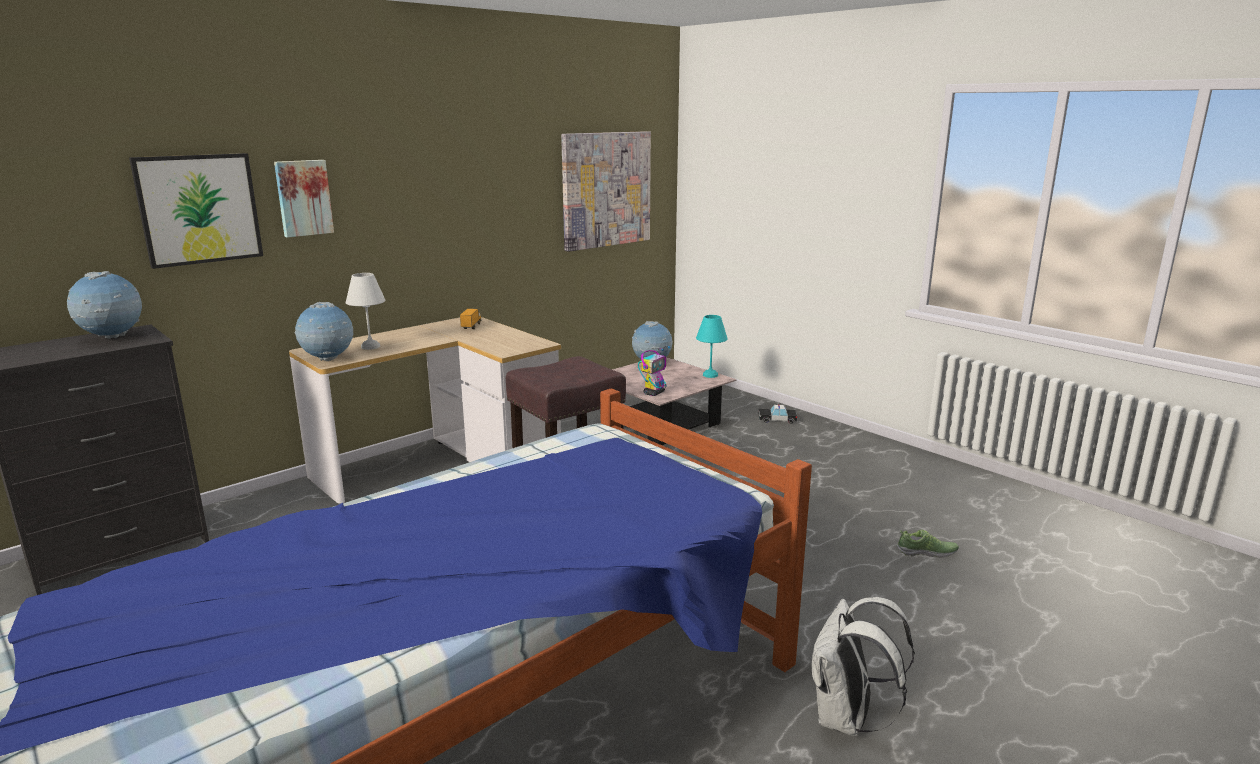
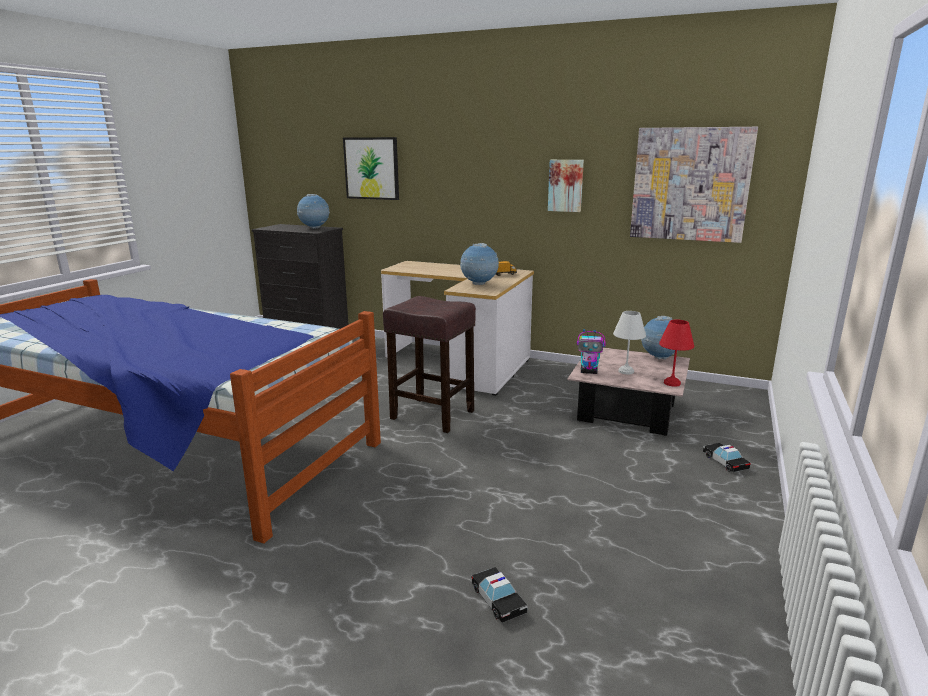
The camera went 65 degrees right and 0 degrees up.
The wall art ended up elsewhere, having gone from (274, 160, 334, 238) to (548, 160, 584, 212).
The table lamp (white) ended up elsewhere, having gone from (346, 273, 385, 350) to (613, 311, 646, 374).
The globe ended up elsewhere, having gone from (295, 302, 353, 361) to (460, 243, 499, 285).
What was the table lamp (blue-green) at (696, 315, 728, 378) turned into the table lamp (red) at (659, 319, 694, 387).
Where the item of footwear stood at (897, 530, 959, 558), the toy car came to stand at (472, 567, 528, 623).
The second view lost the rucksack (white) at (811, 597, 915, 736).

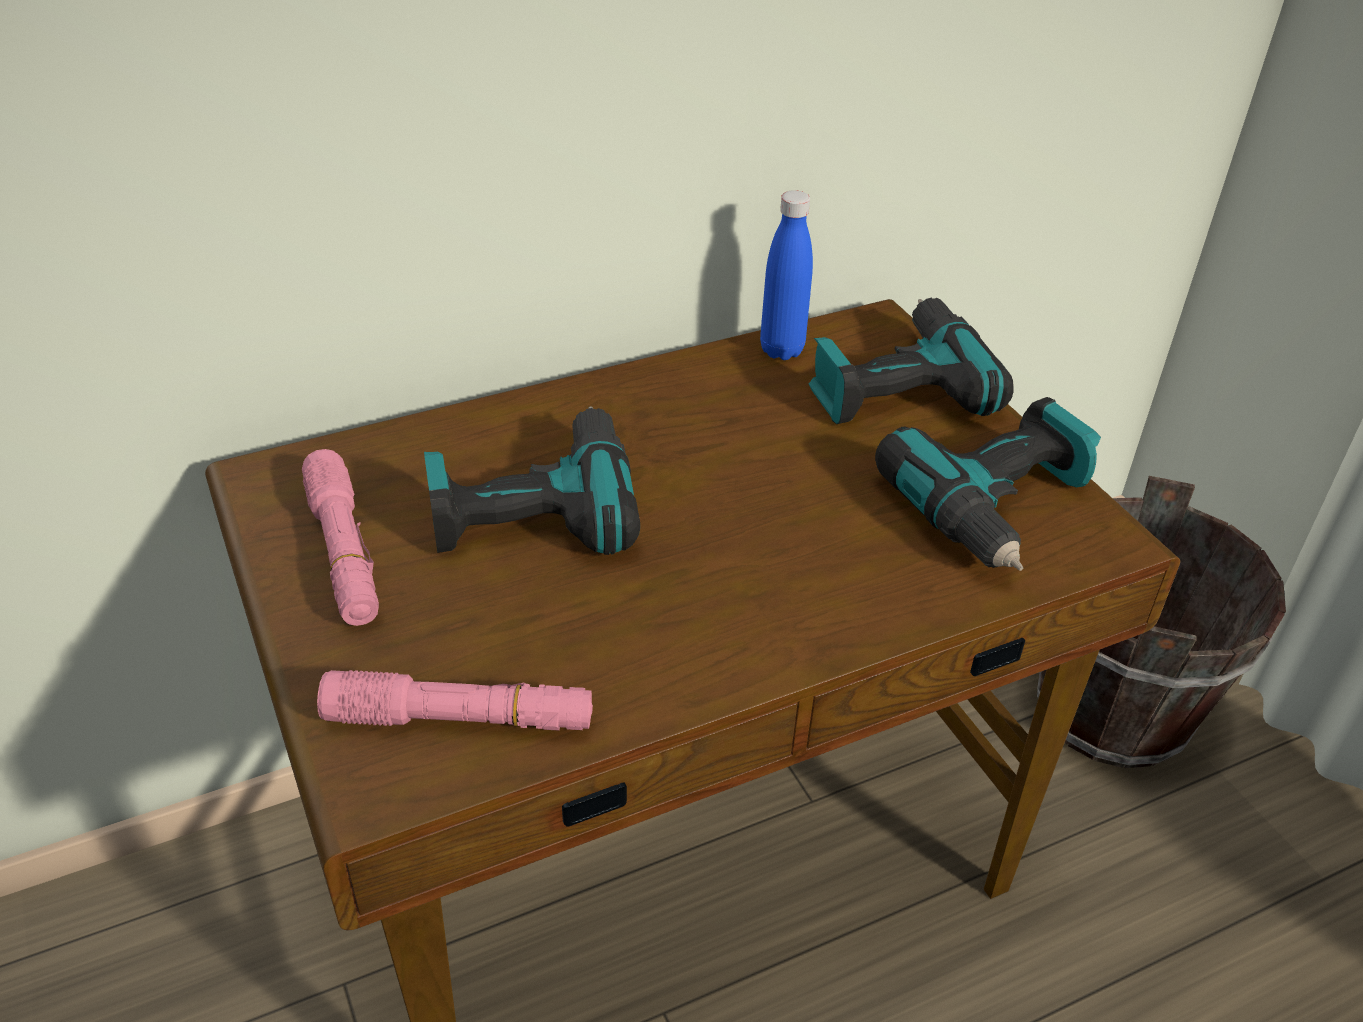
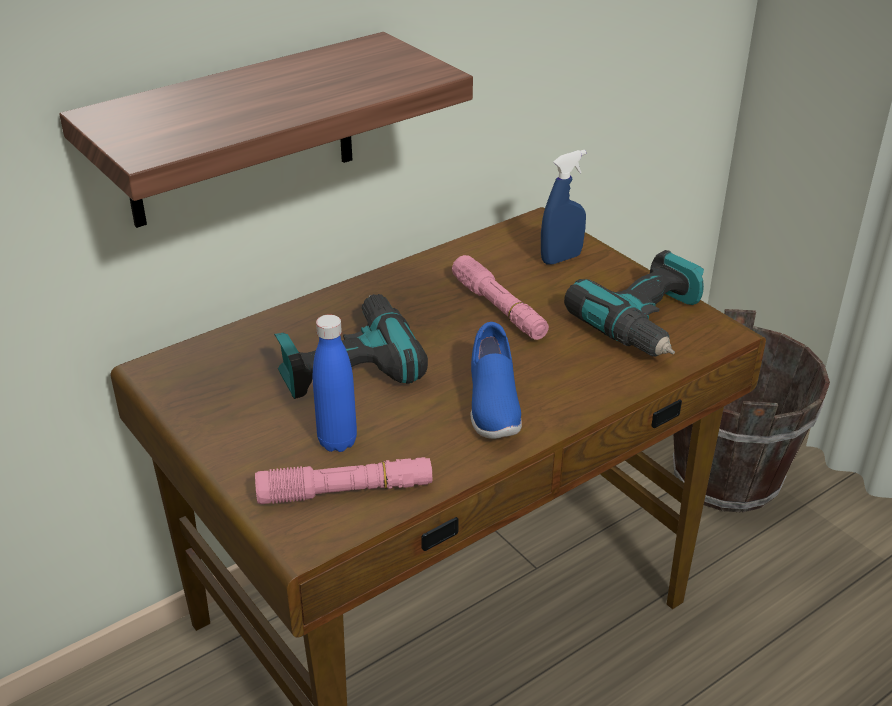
The camera went 10 degrees left and 5 degrees down.
The drink bottle (blue) ended up elsewhere, having gone from (760, 190, 813, 360) to (313, 314, 357, 452).
Where the drill stood at (809, 298, 1014, 424), the hand sprayer (blue) came to stand at (541, 150, 586, 265).
The flashlight (pinkish) ended up elsewhere, having gone from (302, 449, 379, 626) to (452, 255, 549, 340).
The second view gained the wall shelf at (59, 32, 473, 228).
The second view gained the item of footwear (blue) at (470, 322, 522, 439).

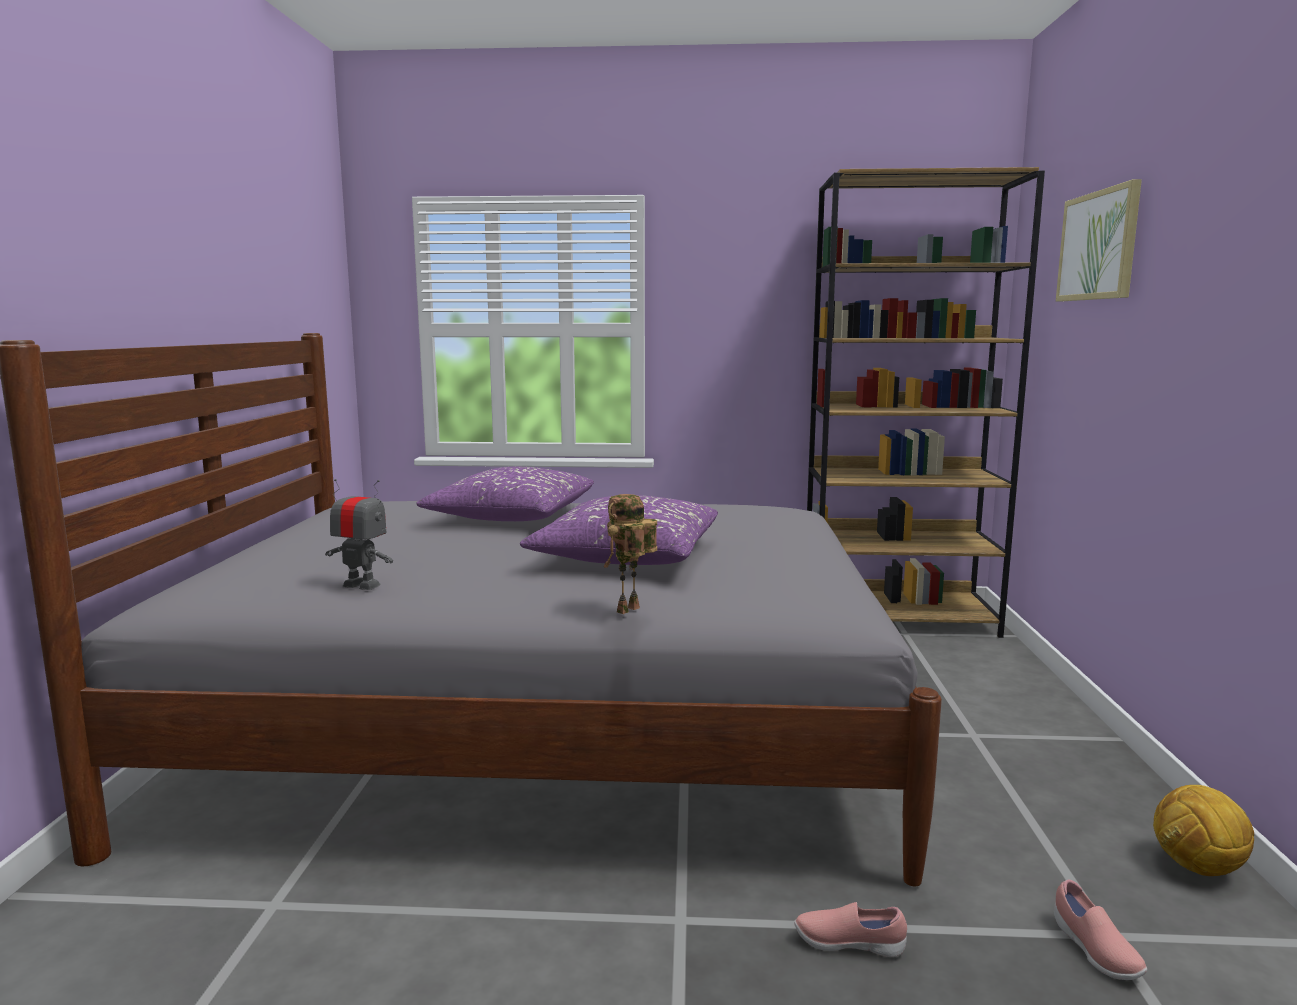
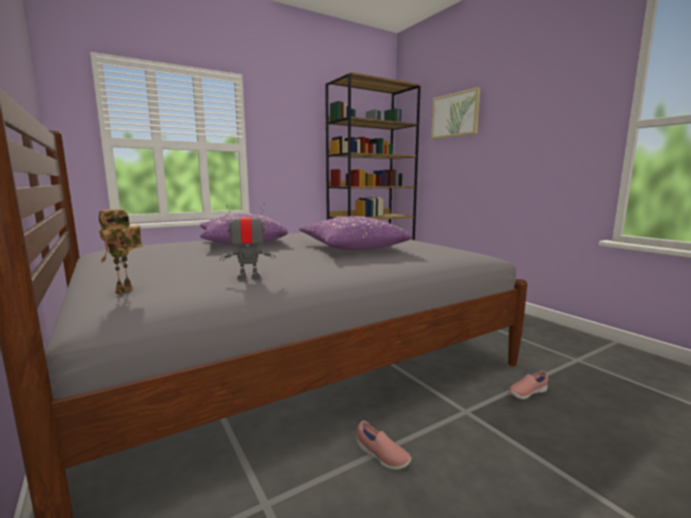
The camera went 35 degrees left and 0 degrees up.
The toy robot ended up elsewhere, having gone from (604, 494, 657, 614) to (99, 209, 143, 294).
The second view lost the football ball at (1153, 785, 1254, 876).
The item of footwear (pinkish) ended up elsewhere, having gone from (1054, 880, 1147, 980) to (356, 421, 411, 470).

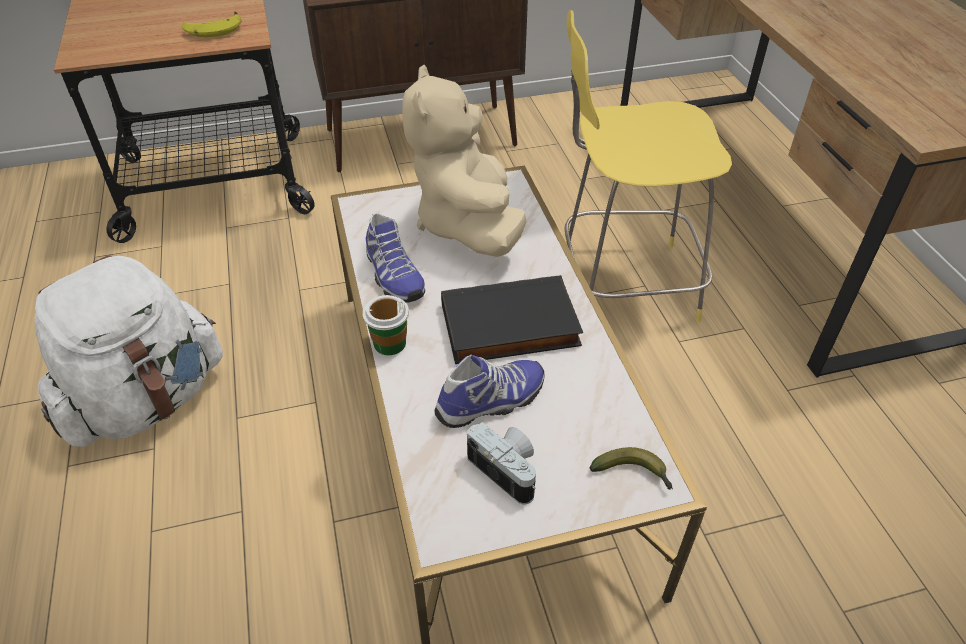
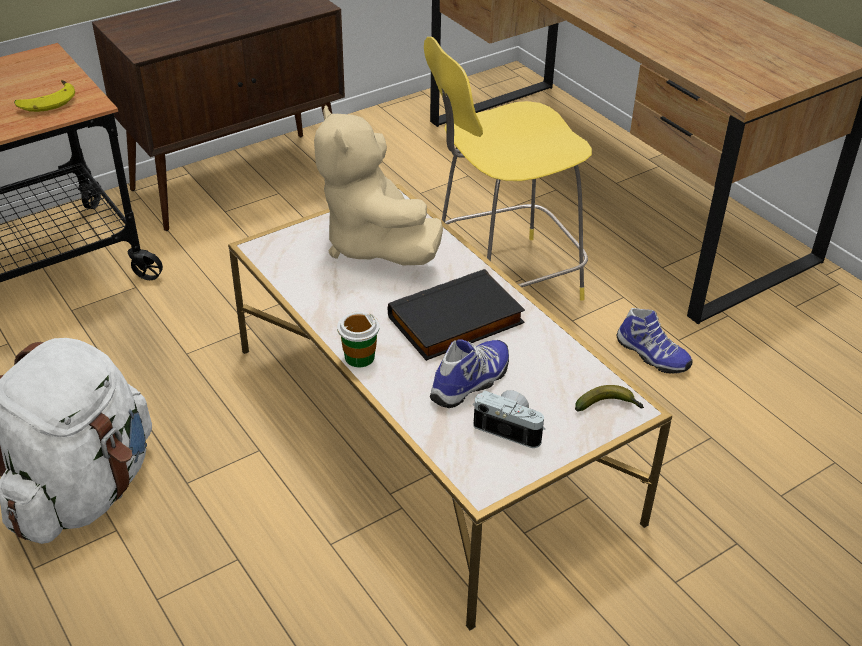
The camera went 20 degrees left and 5 degrees down.
The item of footwear ended up elsewhere, having gone from (366, 213, 425, 303) to (617, 308, 693, 374).

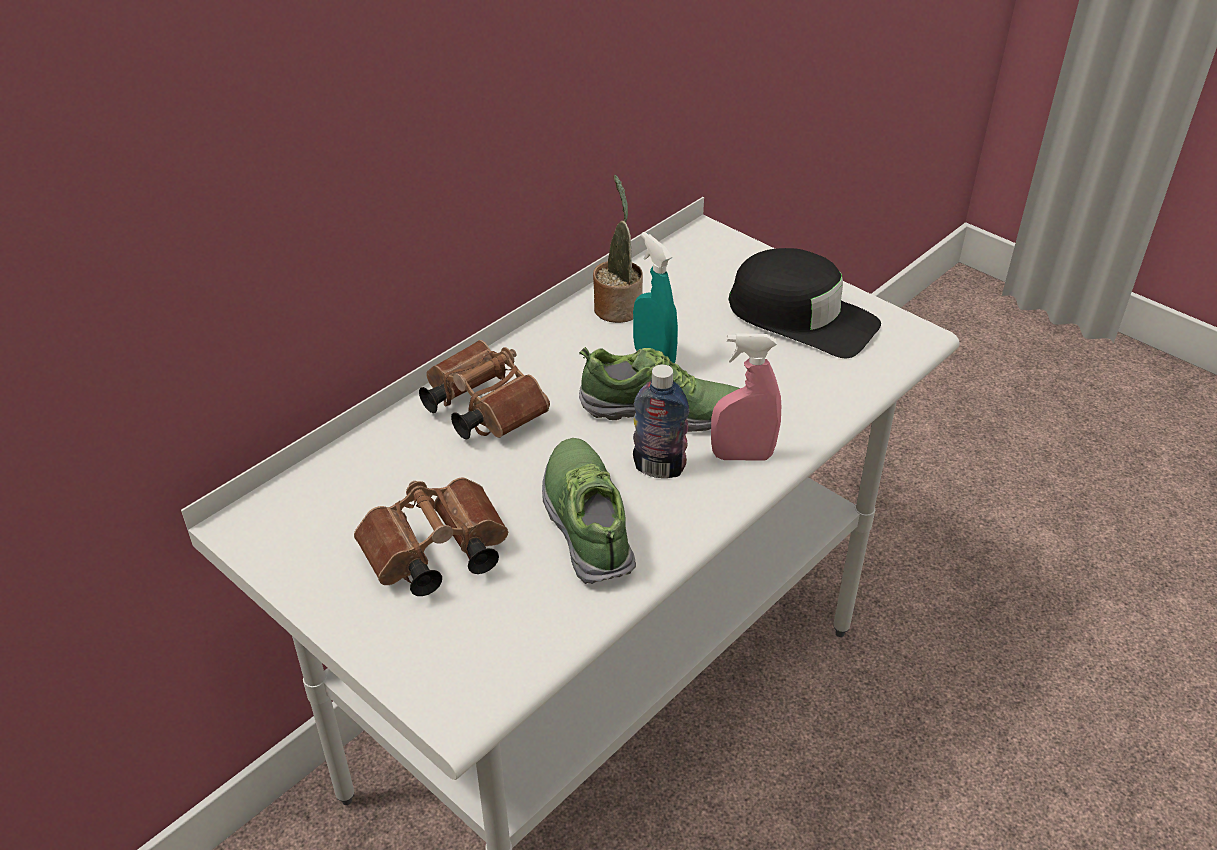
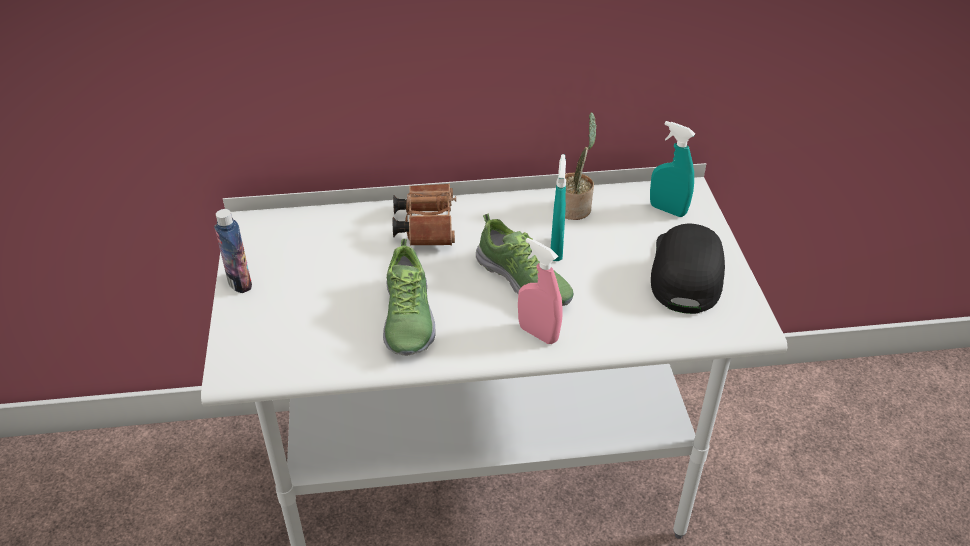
The camera went 40 degrees right and 0 degrees up.
The cap (blackish) at (728, 248, 881, 359) ended up facing another way, 150 degrees counterclockwise from before.
The drink bottle ended up elsewhere, having gone from (633, 364, 689, 478) to (214, 209, 252, 293).
The item of footwear at (542, 438, 636, 584) ended up facing another way, 150 degrees clockwise from before.
The second view lost the pair of binoculars (brownish) at (354, 477, 508, 596).
The second view gained the hand sprayer (blue-green) at (650, 121, 695, 217).

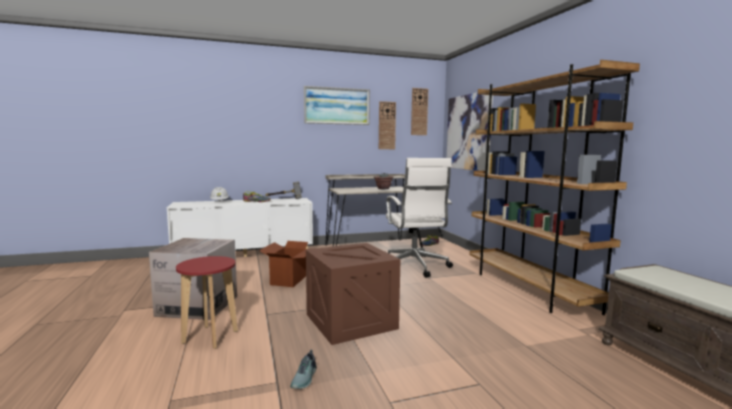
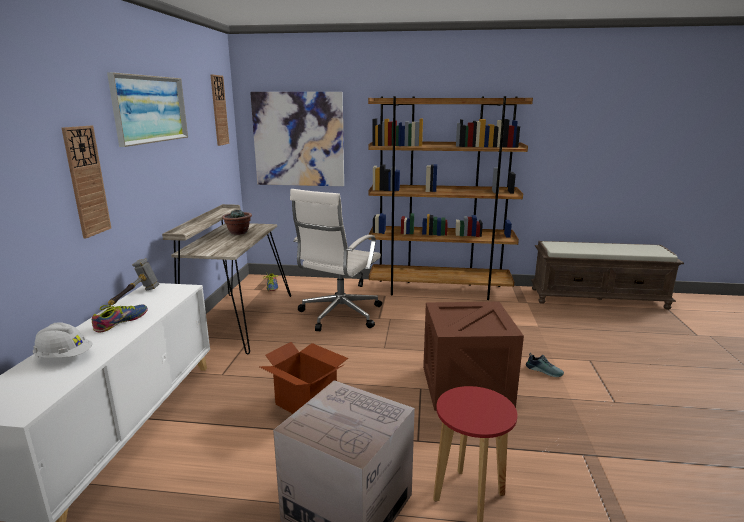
The camera went 65 degrees left and 10 degrees up.
The hanging clock ended up elsewhere, having gone from (379, 101, 396, 149) to (62, 126, 111, 238).
The desk chair (white) at (386, 158, 453, 278) ended up facing another way, 105 degrees clockwise from before.
The item of footwear ended up elsewhere, having gone from (290, 350, 317, 389) to (526, 353, 564, 377).

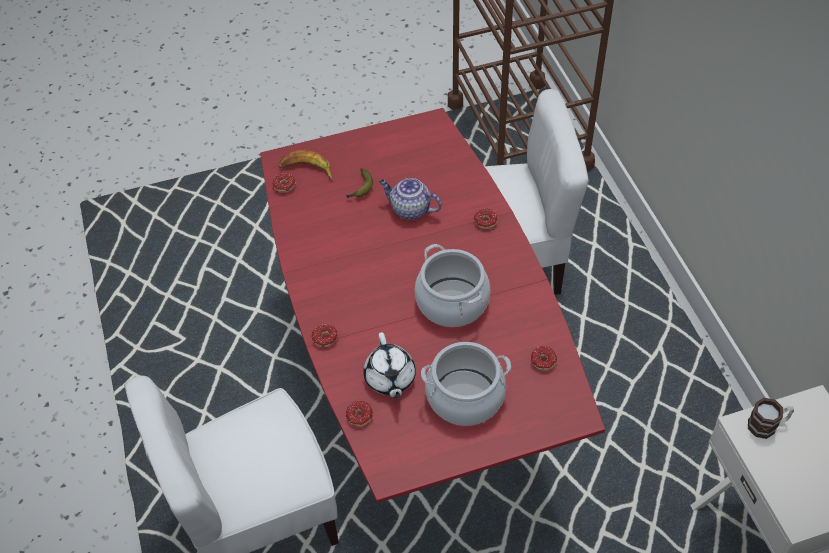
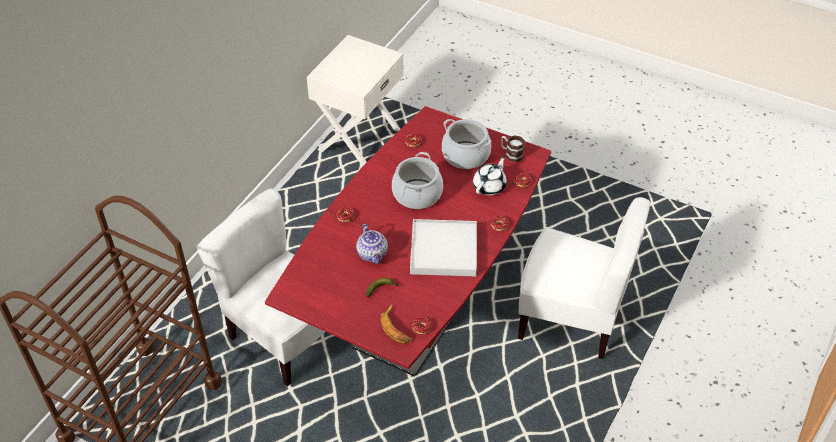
The camera went 135 degrees left and 5 degrees down.
The coffee mug ended up elsewhere, having gone from (748, 398, 794, 439) to (501, 135, 525, 162).
The second view gained the carrying tray (white) at (410, 219, 477, 276).

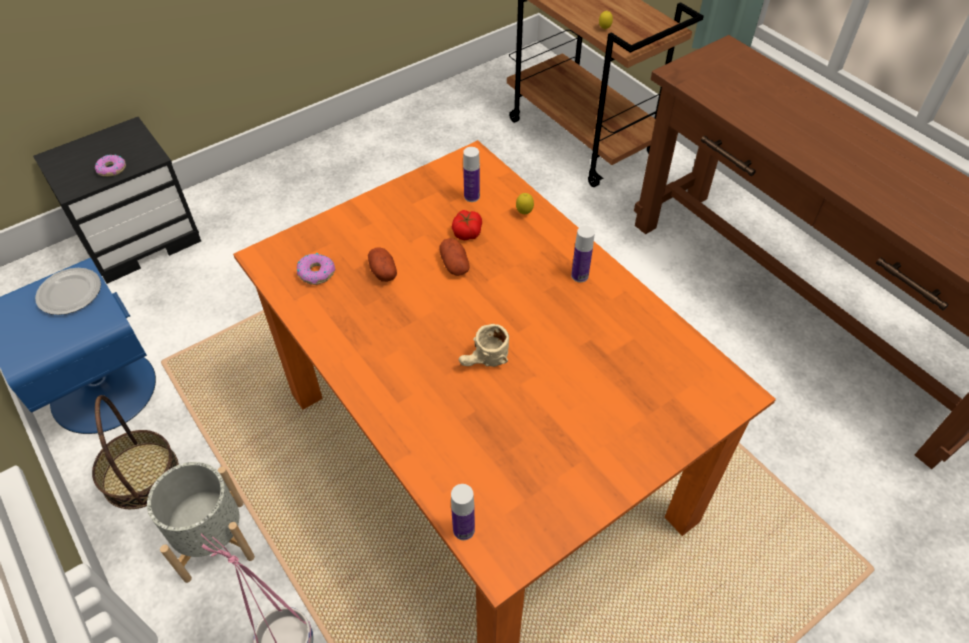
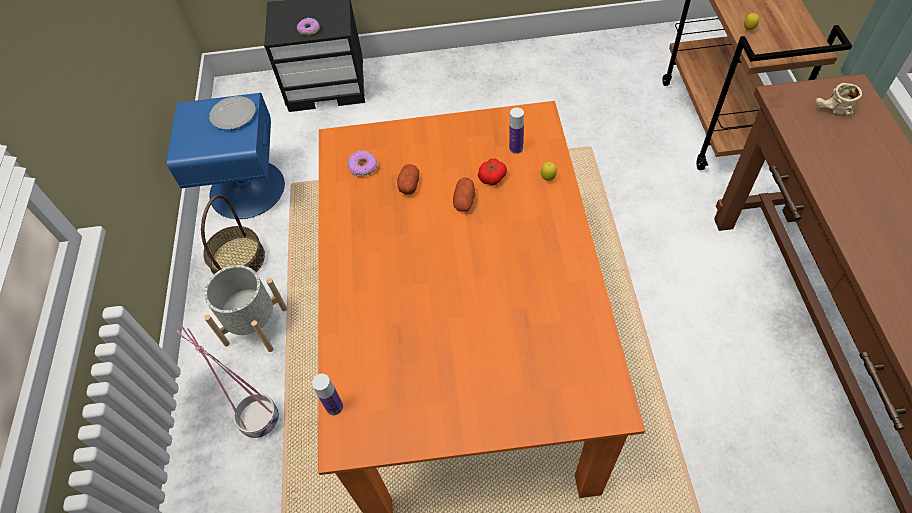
The camera went 35 degrees right and 5 degrees up.
The second view lost the drink bottle at (571, 226, 595, 282).
The coffee mug (sand-coloured) ended up elsewhere, having gone from (459, 324, 509, 367) to (815, 83, 862, 116).

